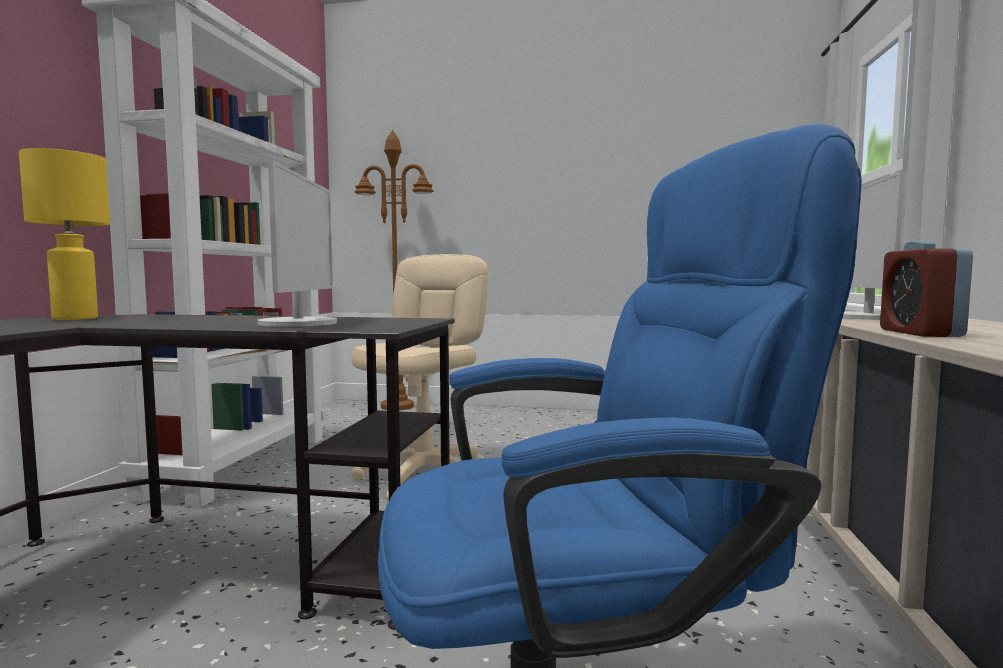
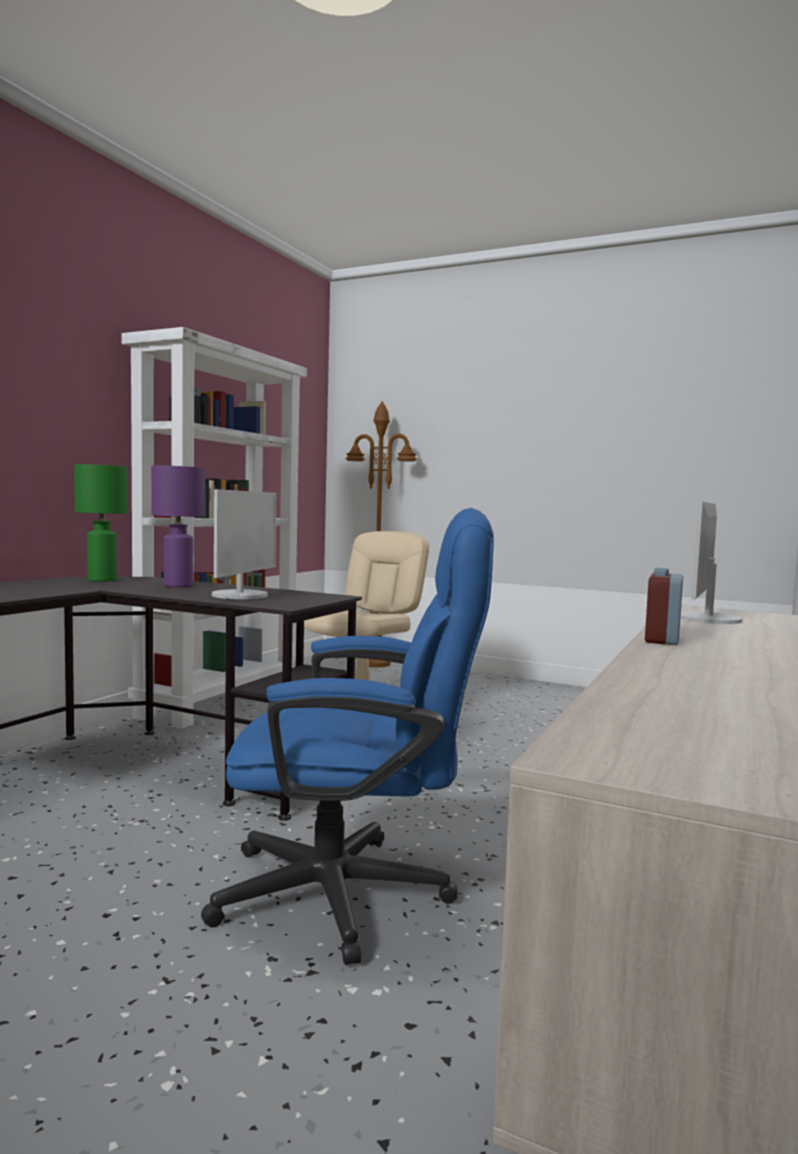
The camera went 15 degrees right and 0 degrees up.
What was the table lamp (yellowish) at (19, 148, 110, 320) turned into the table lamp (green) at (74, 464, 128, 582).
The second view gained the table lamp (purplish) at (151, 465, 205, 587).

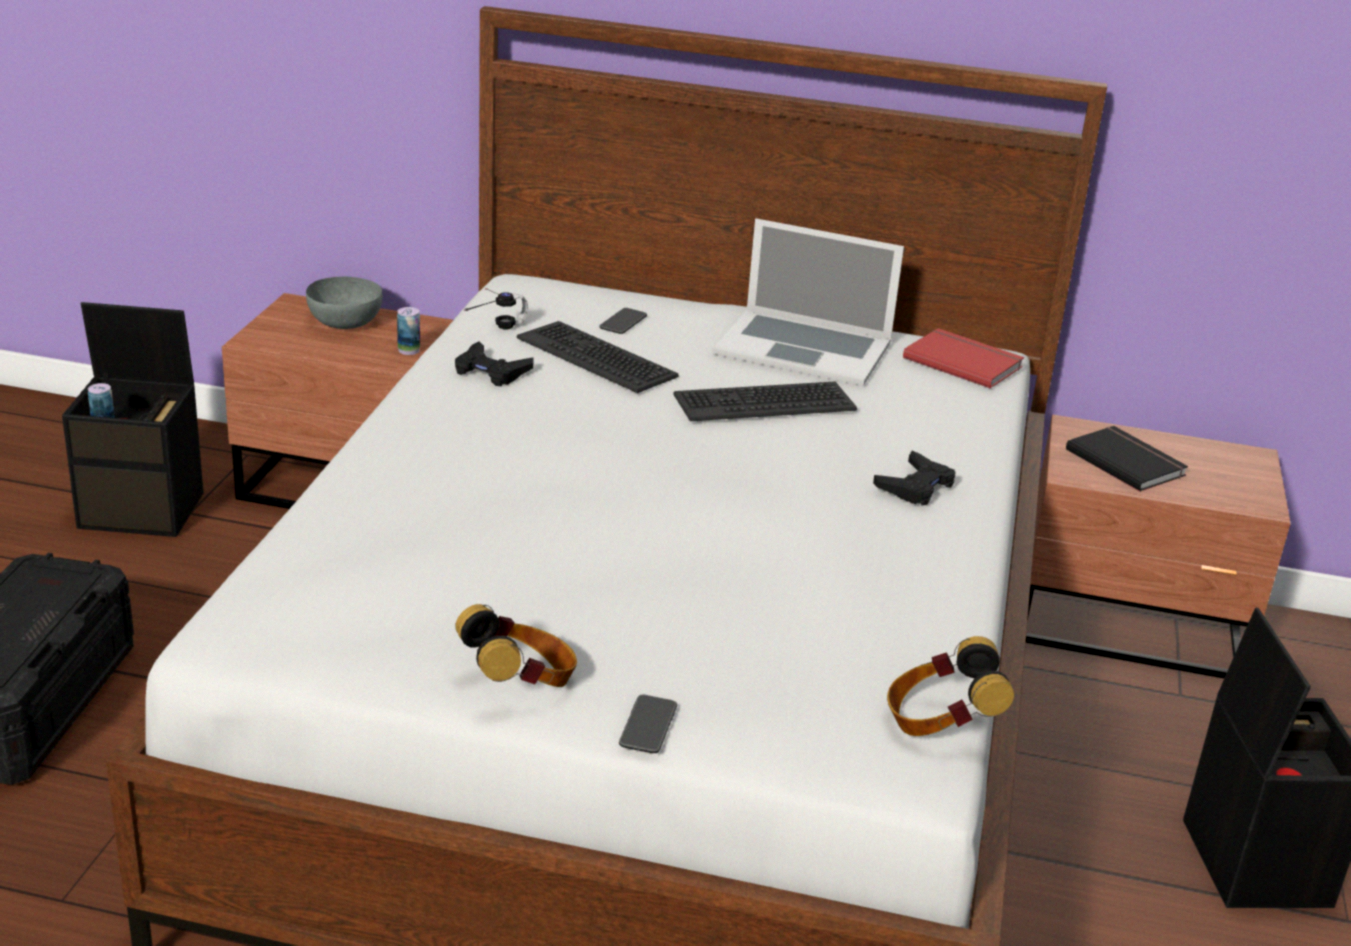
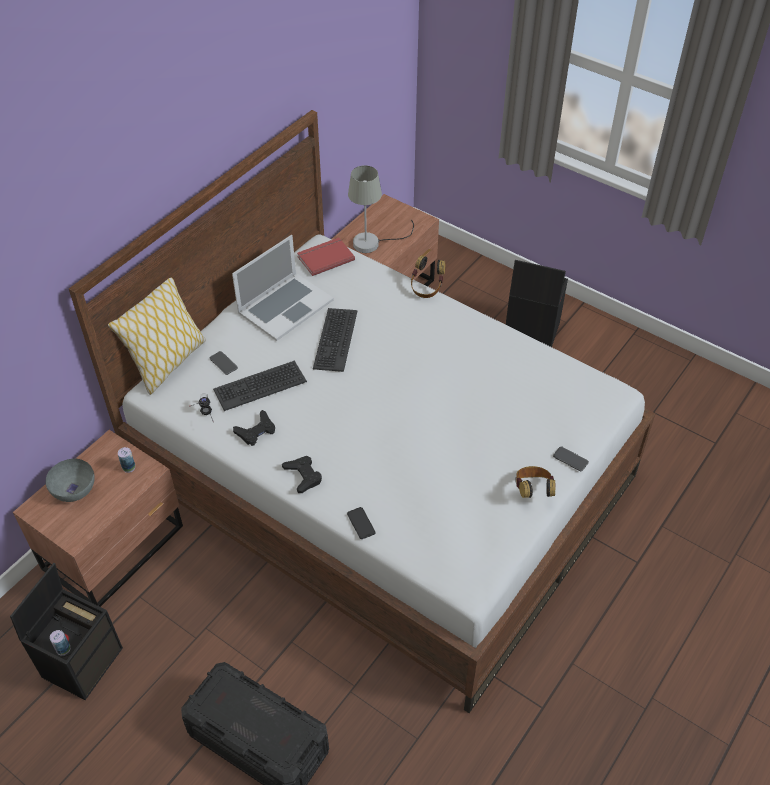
The camera went 65 degrees left and 20 degrees up.
Where the volume (blackish) stood at (1066, 426, 1188, 492), the table lamp (grey) came to stand at (348, 165, 414, 253).
The gamepad (blackish) ended up elsewhere, having gone from (873, 451, 956, 506) to (282, 456, 322, 493).
The pair of headphones ended up elsewhere, having gone from (887, 636, 1014, 736) to (411, 255, 445, 298).
The second view gained the cushion at (108, 278, 206, 395).
The second view gained the telephone at (347, 507, 376, 539).

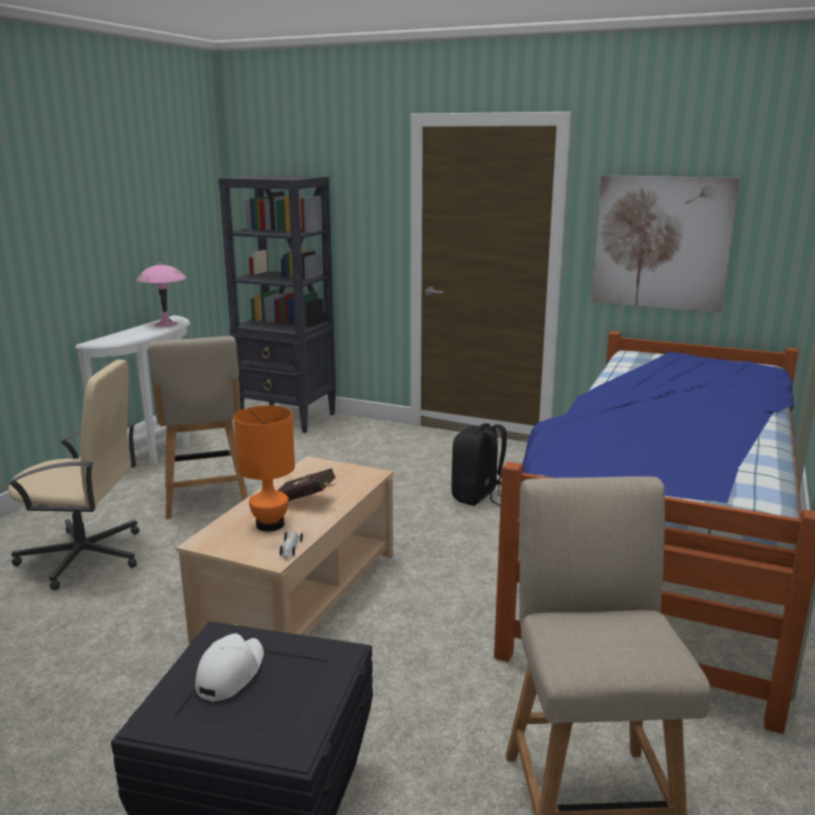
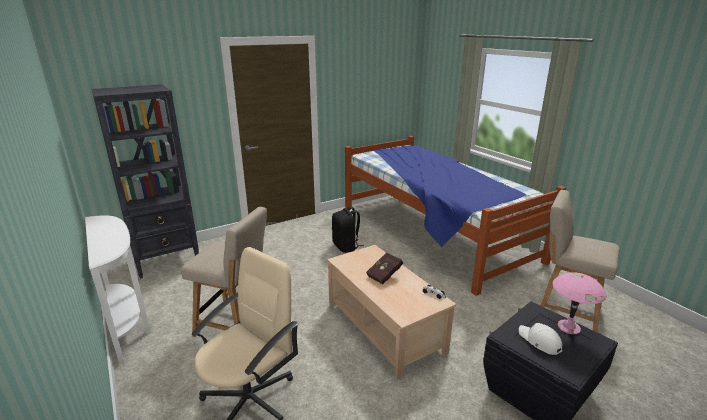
The camera went 55 degrees left and 5 degrees up.
The second view lost the wall art at (592, 175, 740, 312).
The table lamp (pinkish) ended up elsewhere, having gone from (137, 263, 186, 327) to (552, 272, 607, 334).
The second view lost the table lamp (orange-coloured) at (234, 405, 295, 531).

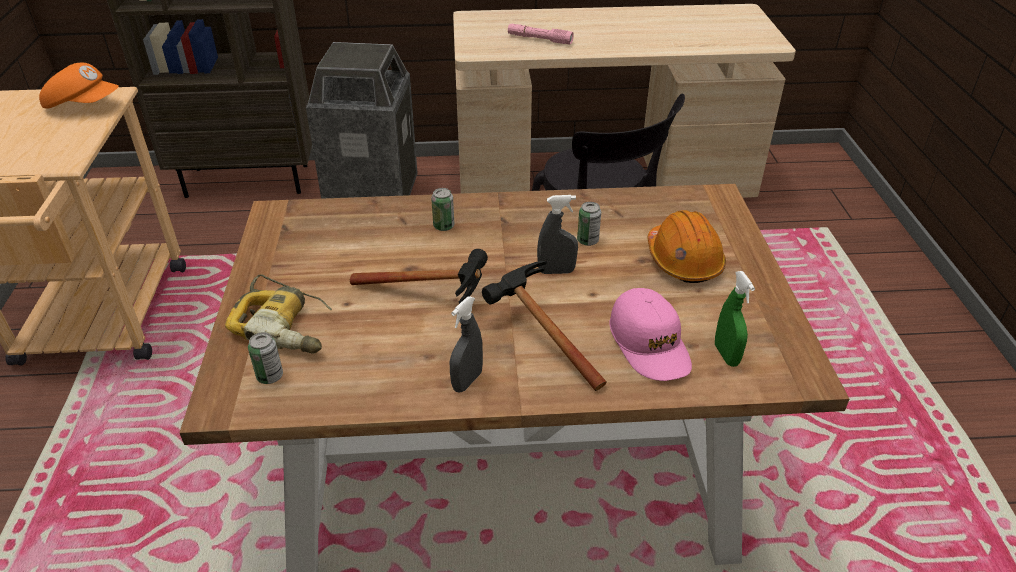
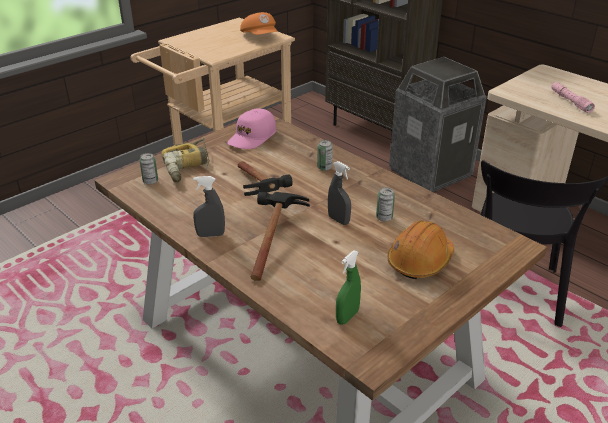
The camera went 50 degrees right and 5 degrees down.
The cap (pinkish) ended up elsewhere, having gone from (609, 288, 692, 381) to (227, 108, 276, 149).

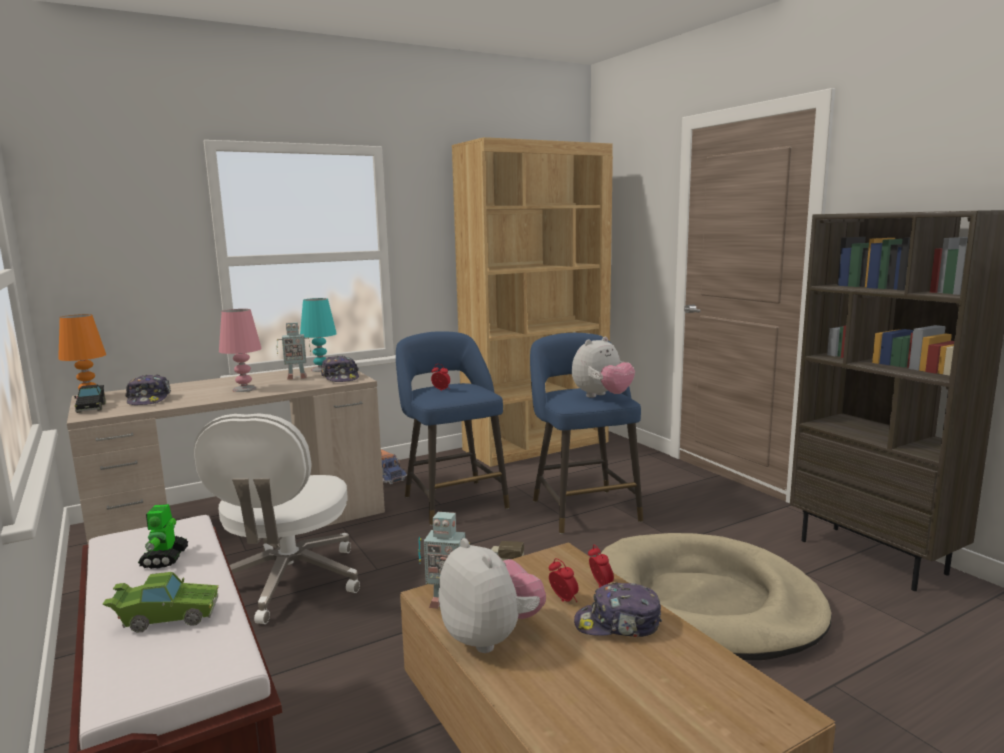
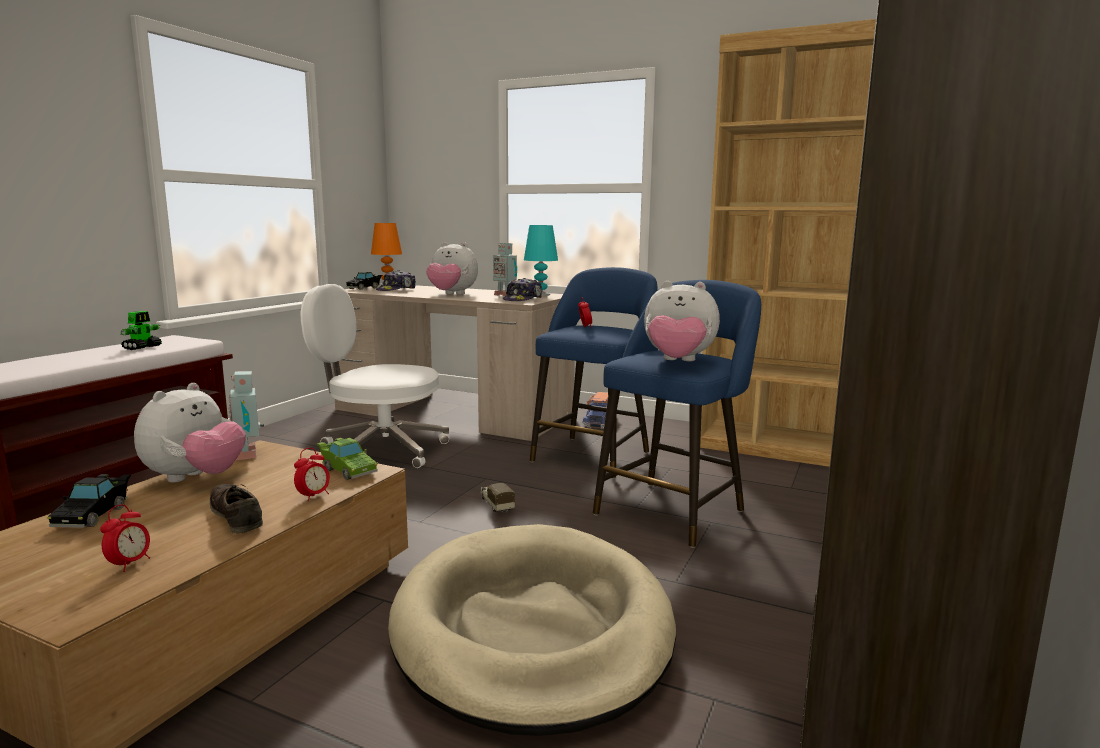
The camera went 55 degrees right and 0 degrees up.
Where the table lamp (pinkish) stood at (219, 309, 262, 392), the cuddly toy came to stand at (426, 242, 478, 295).
The desk chair (white) at (193, 413, 360, 624) ended up facing another way, 45 degrees clockwise from before.
The toy robot at (138, 504, 189, 569) ended up facing another way, 150 degrees clockwise from before.
The alarm clock ended up elsewhere, having gone from (549, 558, 579, 602) to (100, 504, 150, 572).
The toy car (green) ended up elsewhere, having gone from (103, 572, 219, 633) to (317, 438, 378, 480).
Where the cap stood at (574, 582, 662, 637), the item of footwear (brownish) came to stand at (210, 484, 263, 534).
The second view gained the toy car (blackish) at (47, 474, 131, 528).

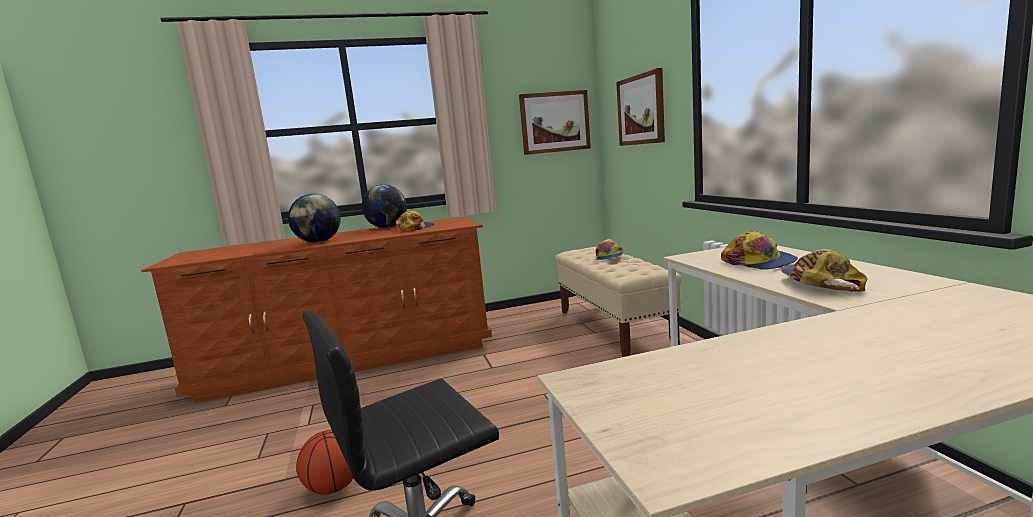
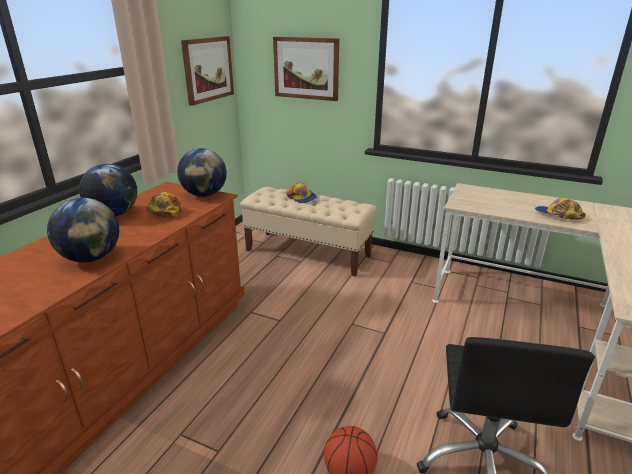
The camera went 50 degrees left and 15 degrees up.
The second view lost the cap at (721, 231, 798, 270).
The second view gained the globe at (177, 148, 227, 197).

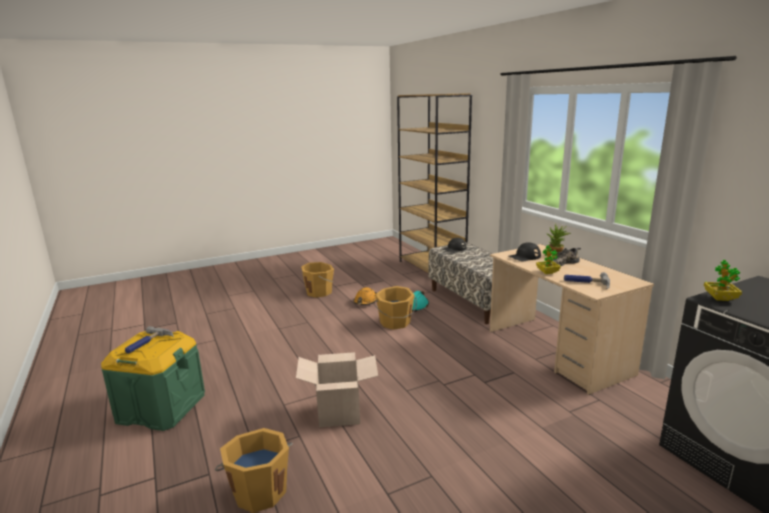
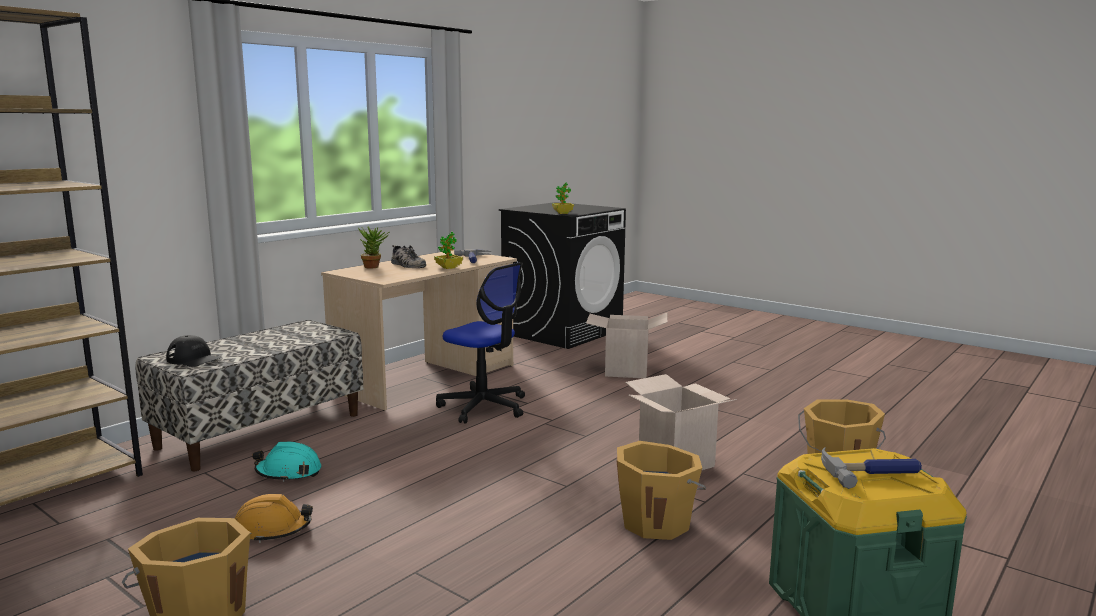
The camera went 115 degrees left and 5 degrees down.
The second view lost the cap (blackish) at (509, 242, 541, 261).
The pail (orange-coloured) ended up elsewhere, having gone from (374, 286, 417, 330) to (616, 441, 706, 540).
The second view gained the desk chair at (436, 262, 525, 424).
The second view gained the cardboard box at (586, 313, 668, 378).

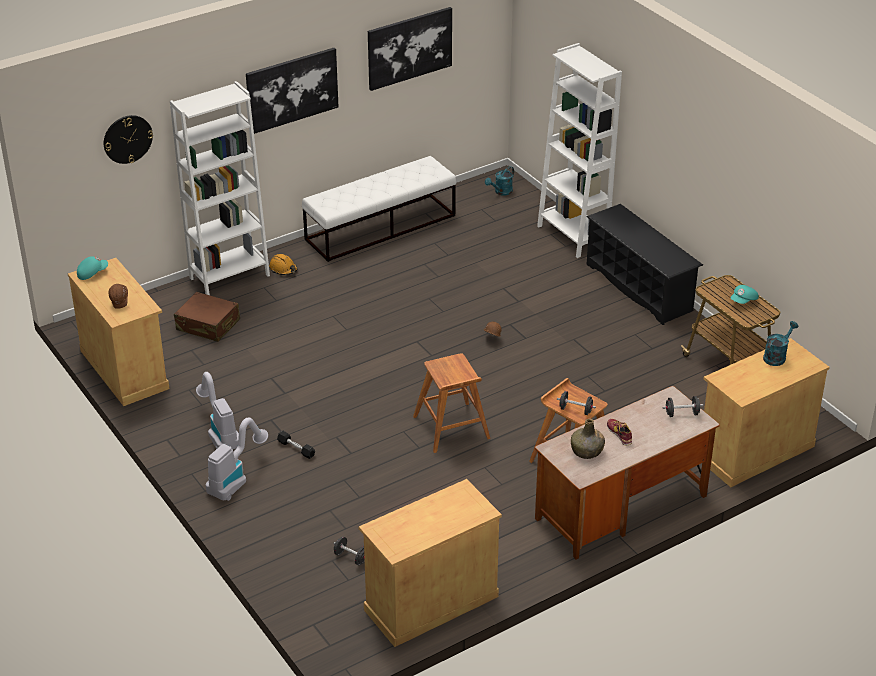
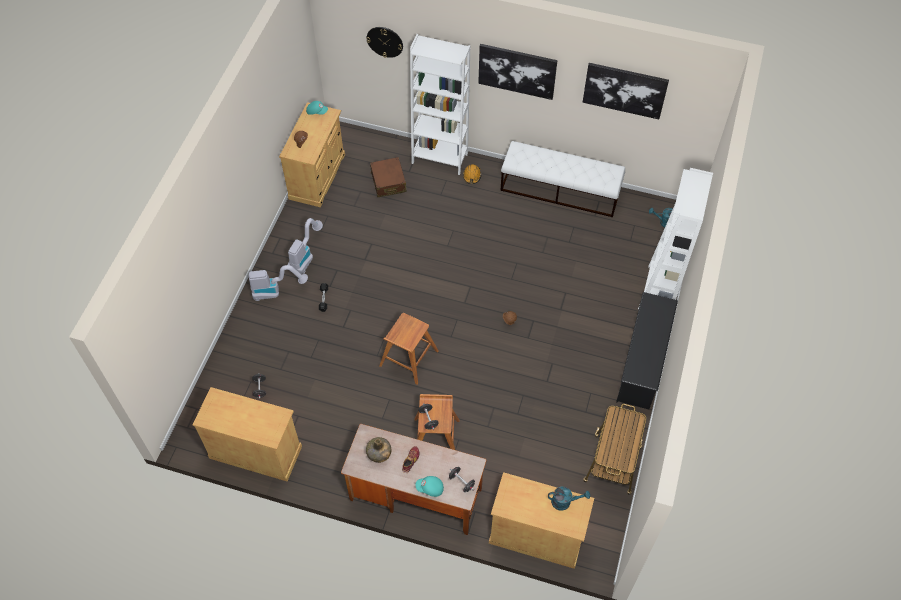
The camera went 50 degrees right and 20 degrees up.
The cap (blue-green) ended up elsewhere, having gone from (730, 285, 759, 304) to (415, 476, 444, 497).

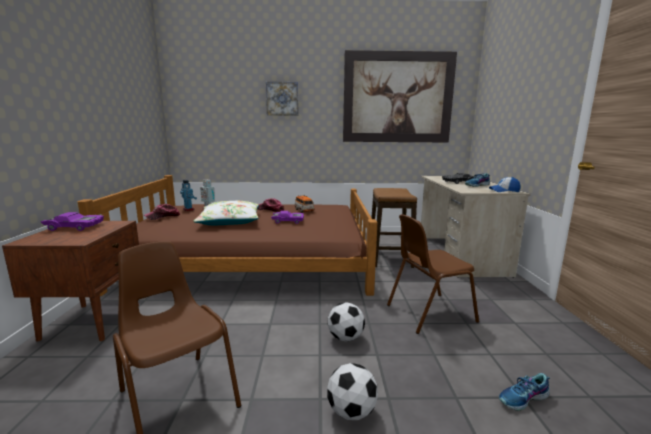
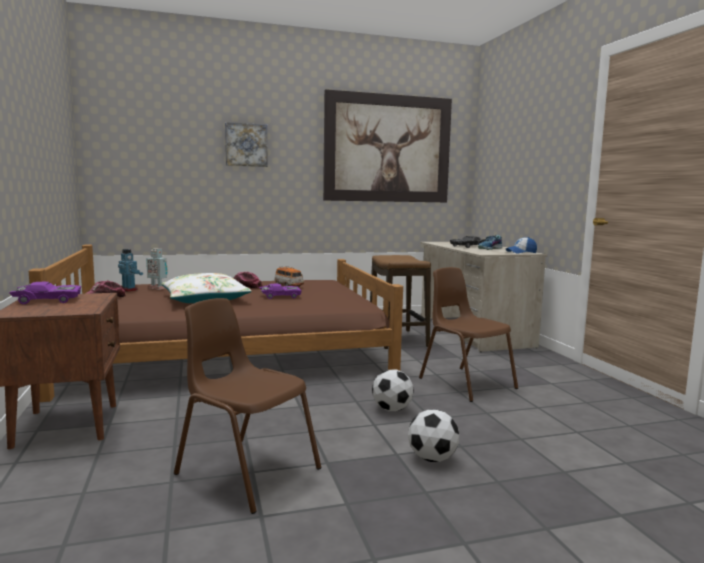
The camera went 15 degrees left and 5 degrees down.
The plain chair (brownish) at (387, 214, 479, 334) ended up facing another way, 90 degrees clockwise from before.
The second view lost the item of footwear at (499, 373, 550, 411).

